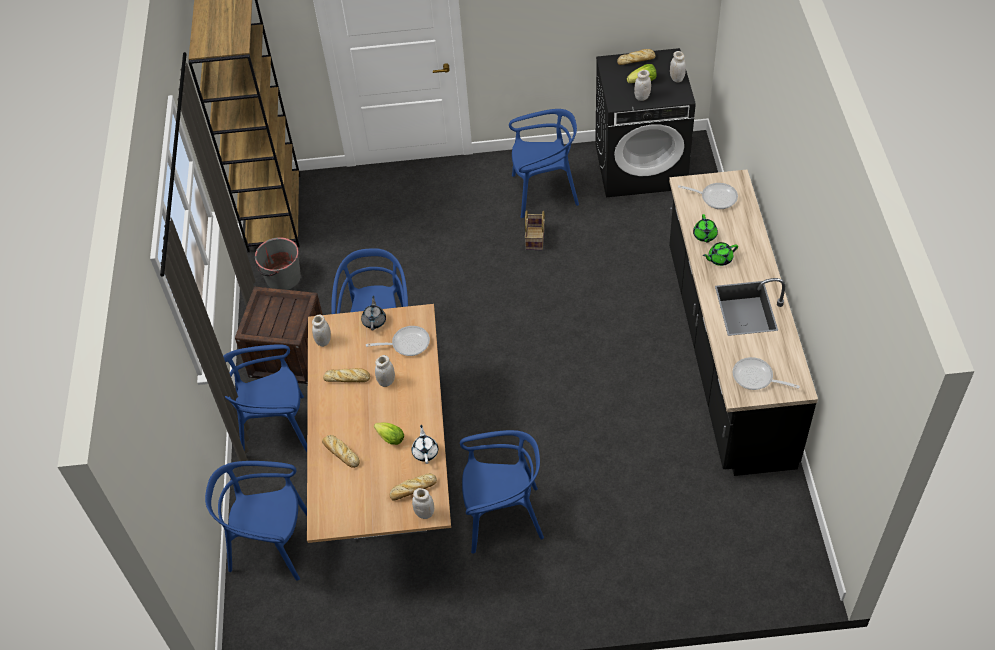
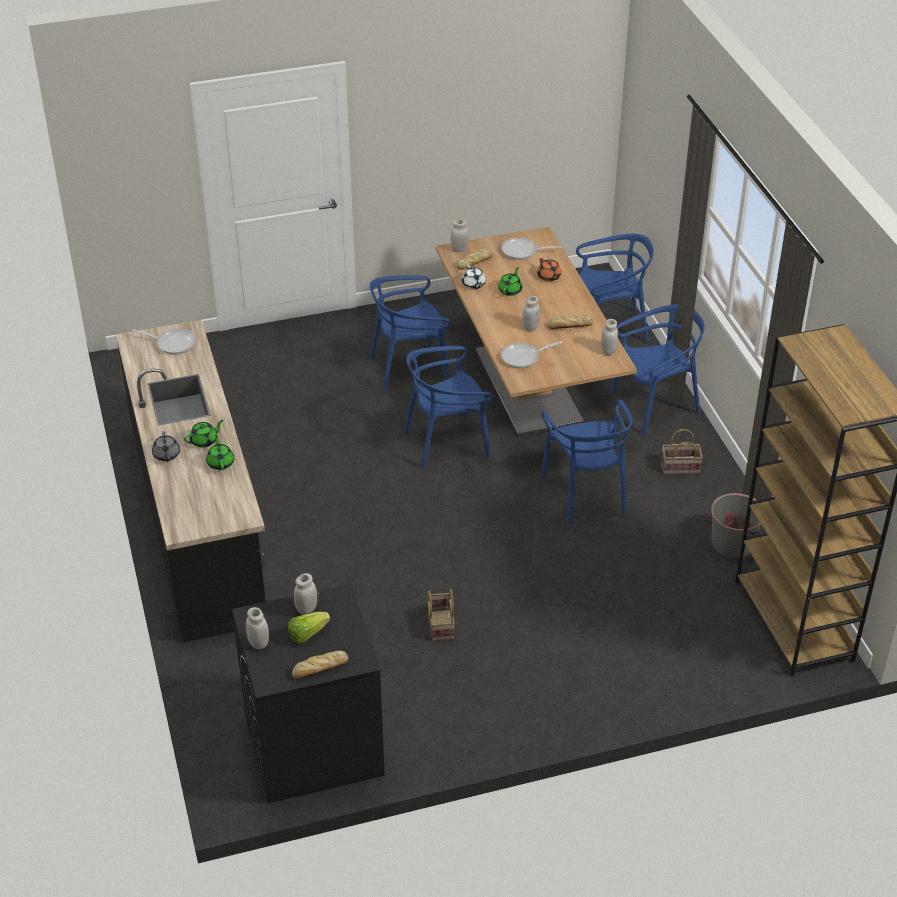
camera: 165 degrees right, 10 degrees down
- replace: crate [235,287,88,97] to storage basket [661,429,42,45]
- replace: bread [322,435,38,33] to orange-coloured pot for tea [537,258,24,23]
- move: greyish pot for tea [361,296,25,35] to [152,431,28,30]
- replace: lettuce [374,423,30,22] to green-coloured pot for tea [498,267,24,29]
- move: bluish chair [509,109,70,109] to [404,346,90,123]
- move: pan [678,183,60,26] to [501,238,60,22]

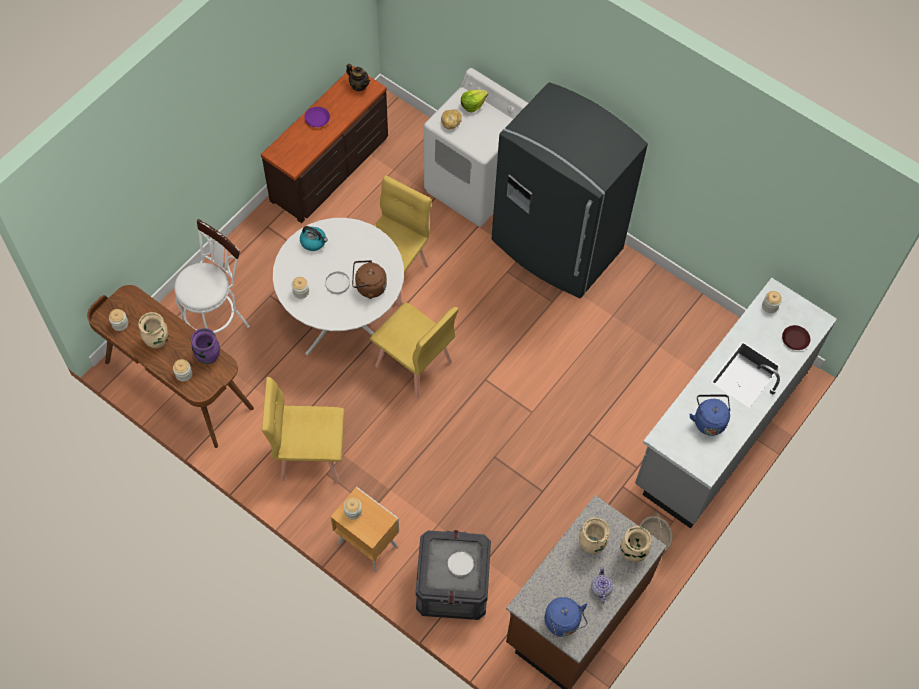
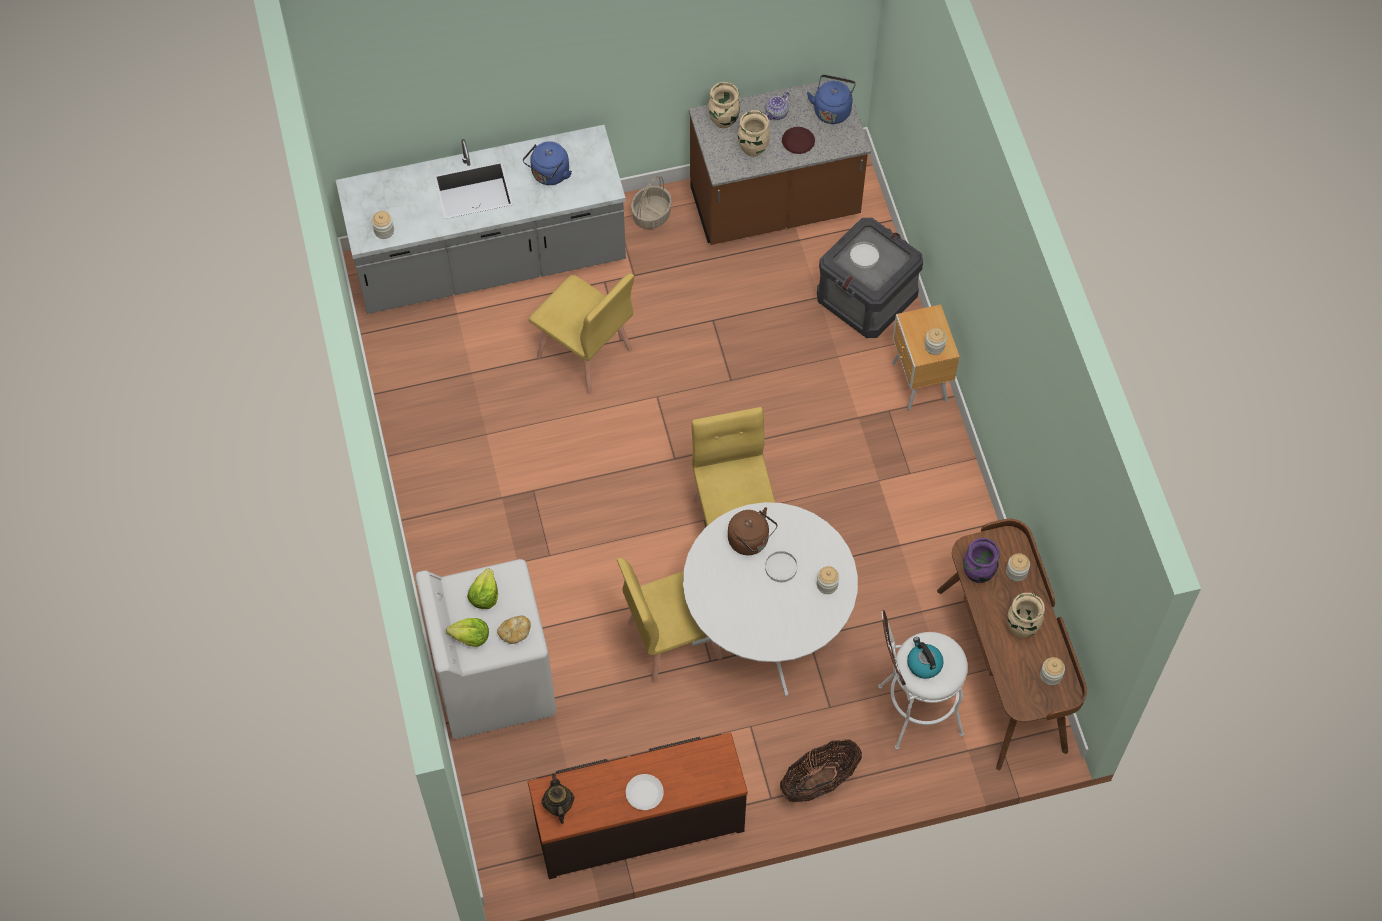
camera: 140 degrees left, 0 degrees up
- move: yellow chair [262,377,83,106] to [529,273,105,121]
- move: tea kettle [300,226,28,25] to [907,637,37,42]
- recolor: purplish dinner plate [304,107,26,20] to white-coloured dinner plate [626,774,38,36]
- delete: greyish refrigerator [492,82,156,216]
- move: brownish dinner plate [782,325,28,25] to [782,127,33,27]
- insert: lettuce [467,569,31,40]
- insert: storage basket [780,740,82,62]

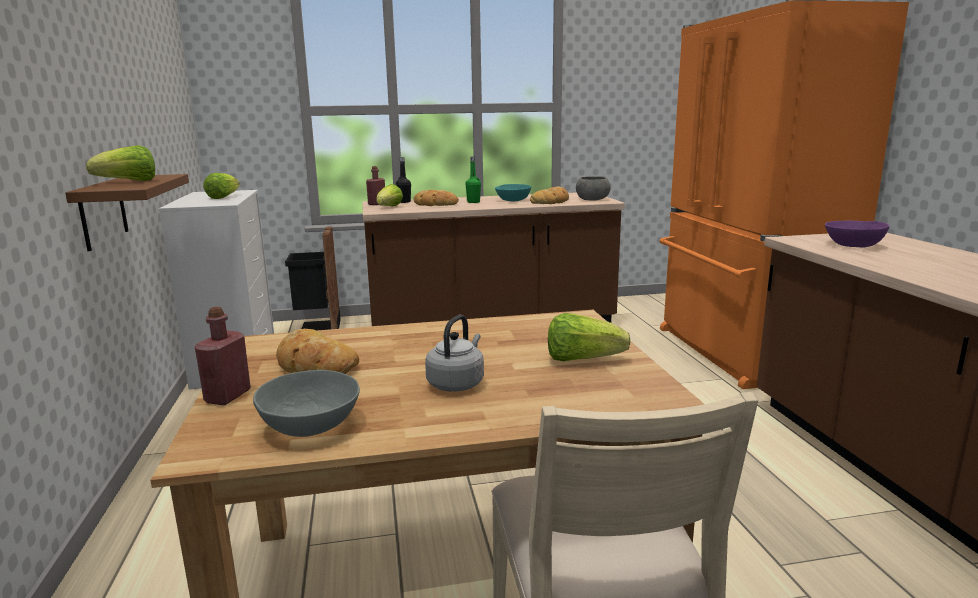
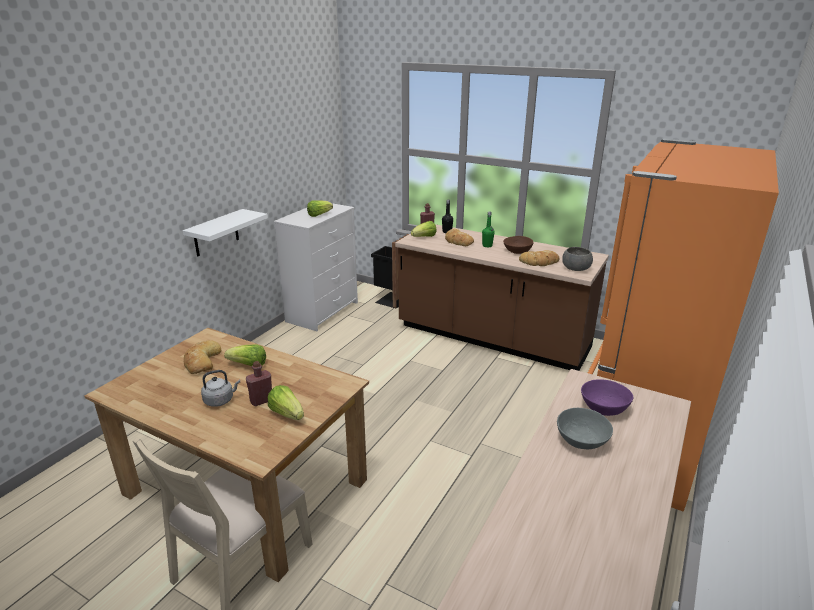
camera: 40 degrees right, 10 degrees up
- recolor: brownish bracket shelf [65,174,124,77] to white-coloured bracket shelf [183,209,85,48]
- move: lettuce [86,145,69,36] to [224,344,42,22]
- move: red beverage bottle [195,307,56,98] to [246,361,26,45]
- move: greyish bowl [253,370,107,67] to [557,408,56,41]
- recolor: turquoise bowl [495,184,36,17] to brownish bowl [503,236,31,18]

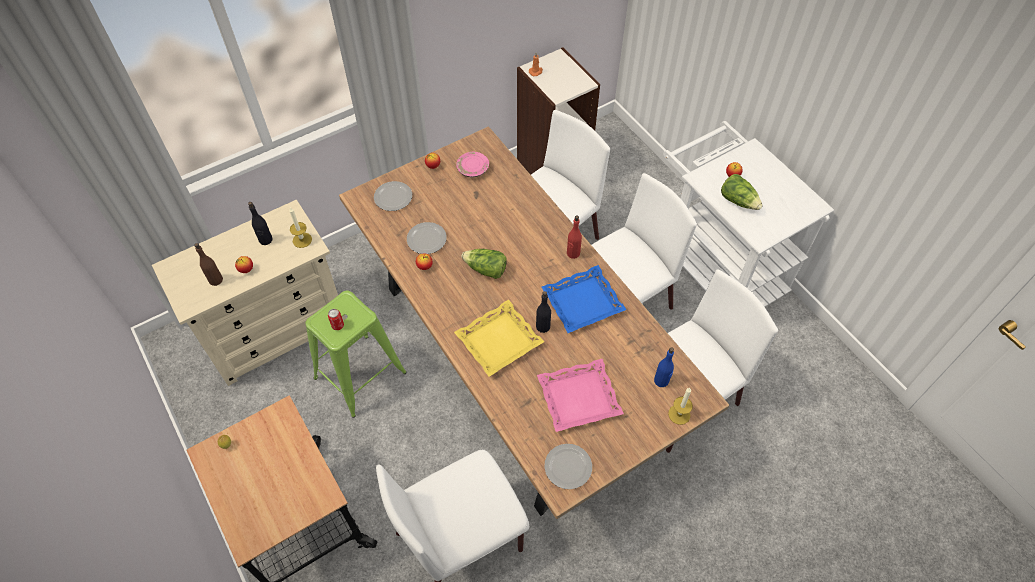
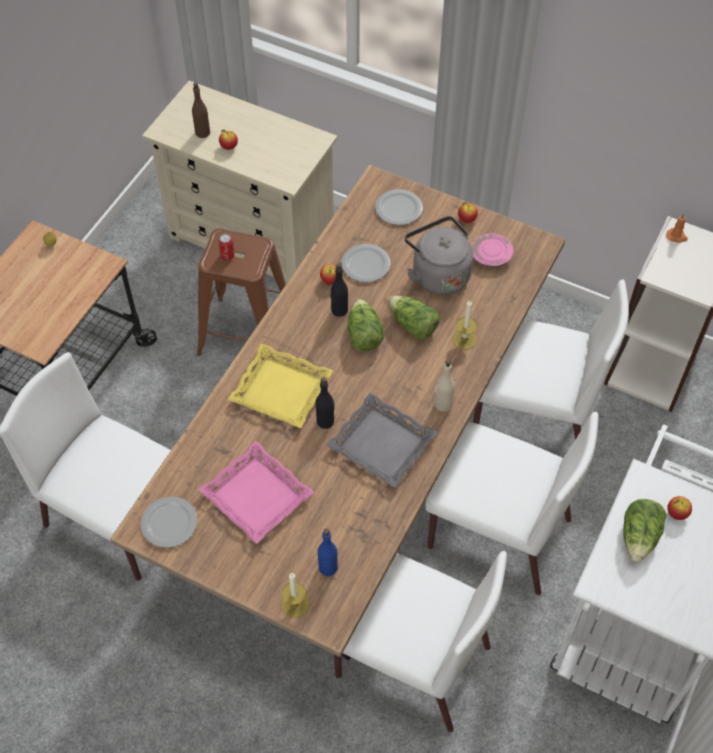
camera: 60 degrees right, 0 degrees up
- move: blackish beverage bottle [248,202,24,43] to [330,263,18,54]
- move: candle [289,207,23,41] to [452,300,25,50]
- recolor: green-coloured stool seat [306,291,101,127] to brownish stool seat [197,228,89,128]
- recolor: bluish tray [542,265,85,68] to greyish tray [326,393,112,95]
- recolor: red beverage bottle [567,216,15,43] to beige-coloured beverage bottle [435,360,20,51]
- insert: lettuce [389,296,50,43]
- insert: greyish tea kettle [405,216,68,79]

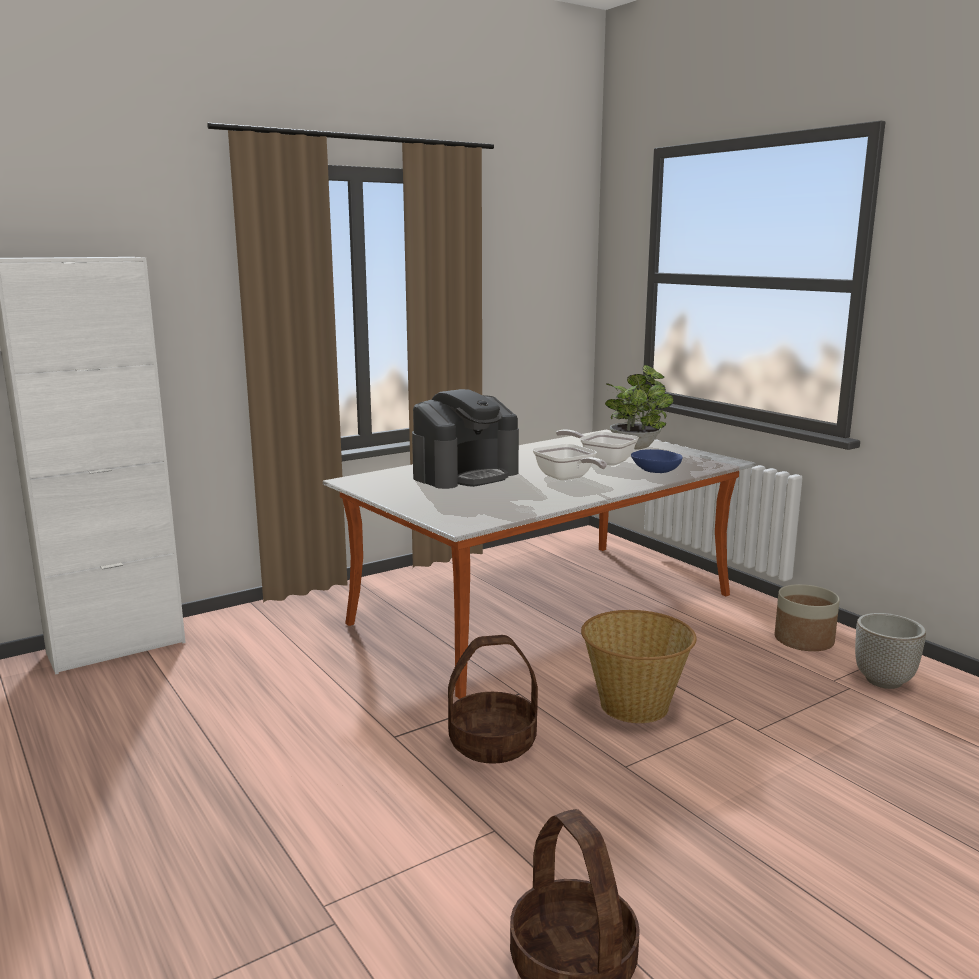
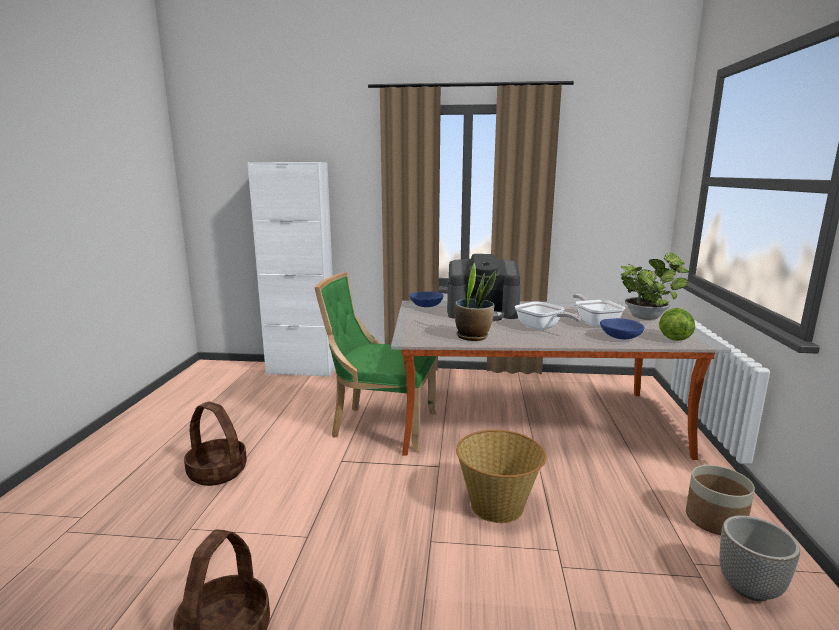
camera: 40 degrees right, 0 degrees up
- move: storage basket [448,635,90,129] to [184,402,63,84]
- rotate: pan [533,444,74,36] = [515,301,66,29] 45 degrees counterclockwise
- insert: green-coloured chair [314,272,122,181]
- insert: bluish bowl [409,292,34,15]
- insert: potted plant [455,263,41,78]
- insert: lettuce [659,308,36,33]

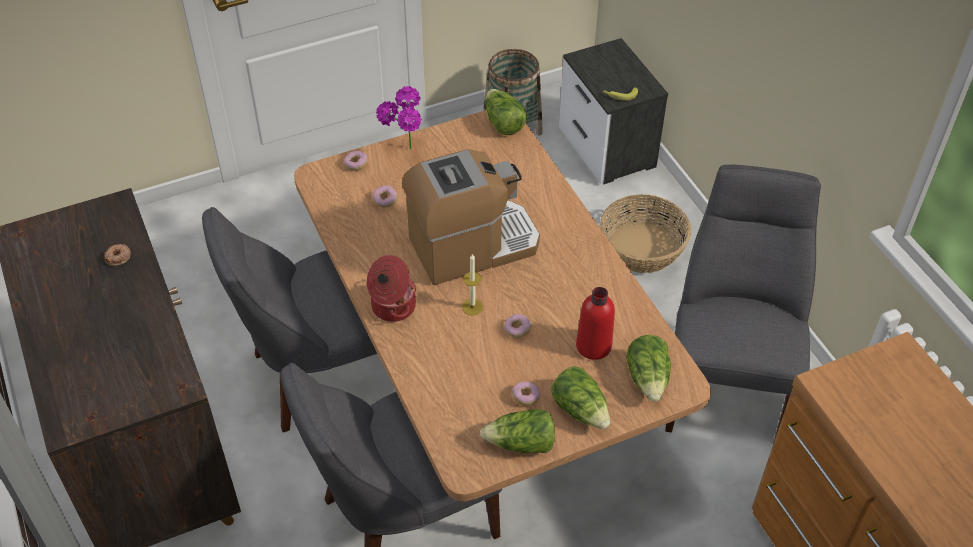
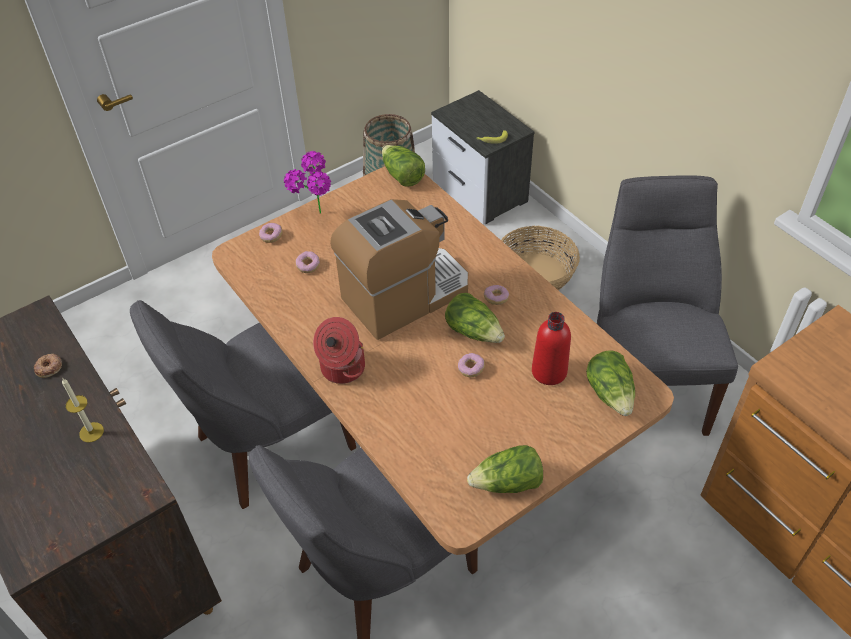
camera: 10 degrees left, 0 degrees up
- move: candle [462,254,21,62] to [62,378,42,64]
- move: donut [512,382,28,24] to [484,285,25,20]
- move: lettuce [552,366,58,63] to [445,293,60,50]

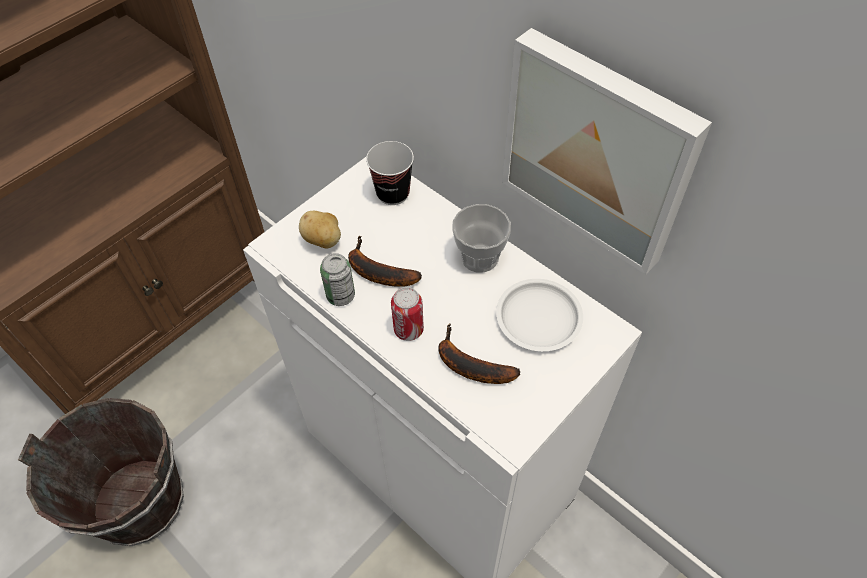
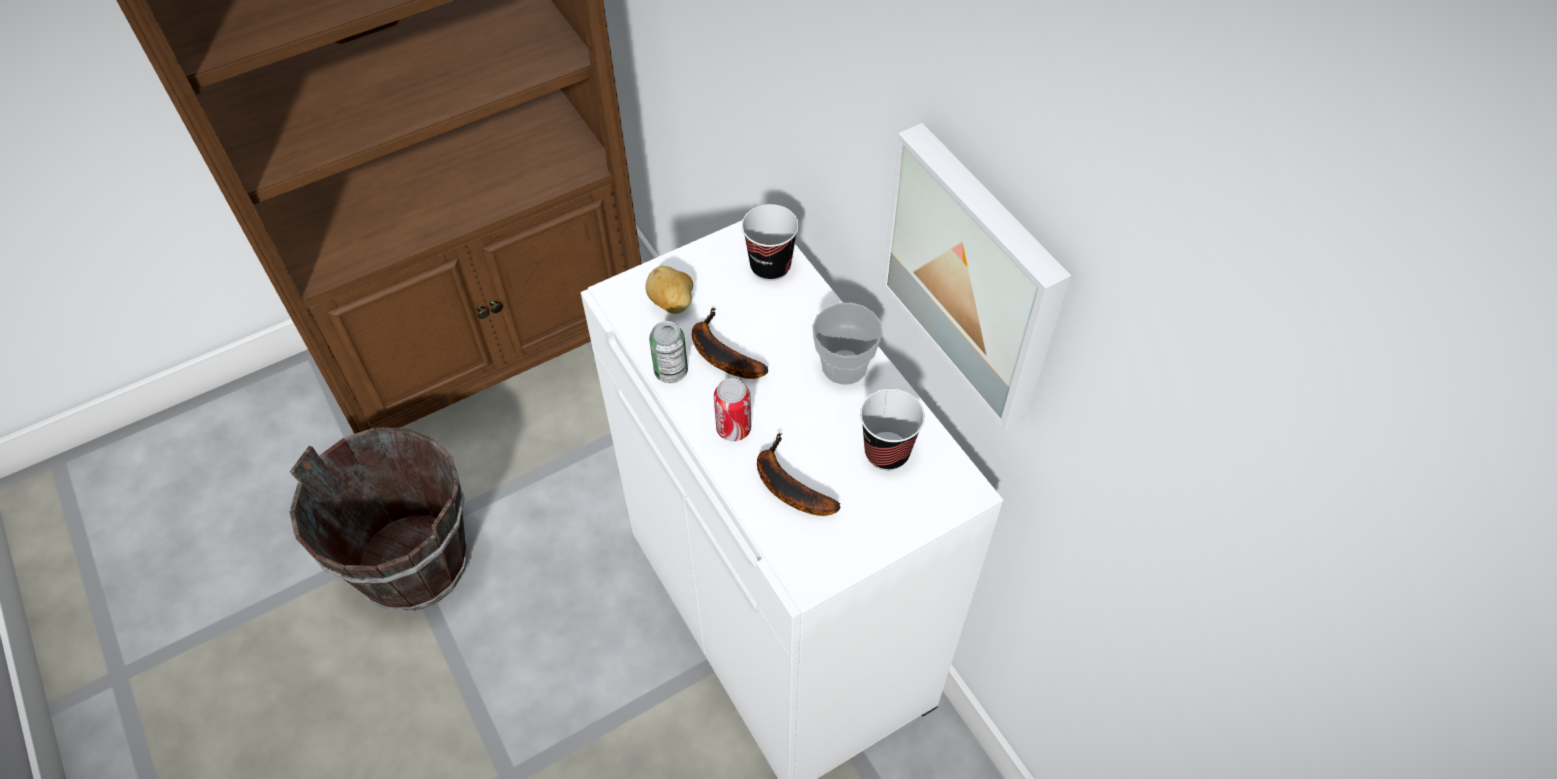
camera: 15 degrees right, 0 degrees up
- replace: white-coloured dinner plate [496,279,87,72] to small cup [860,389,65,81]

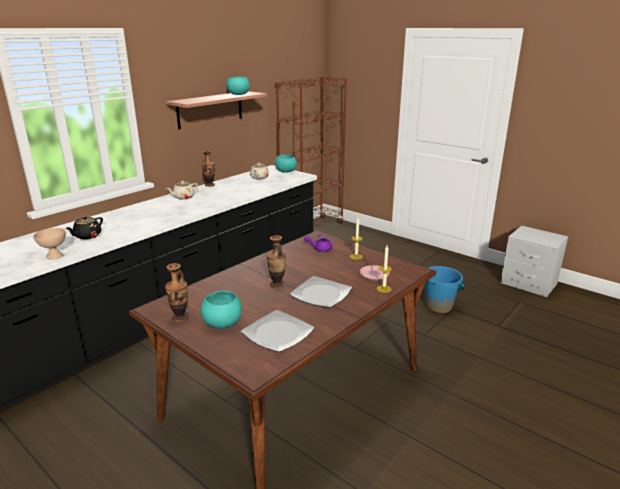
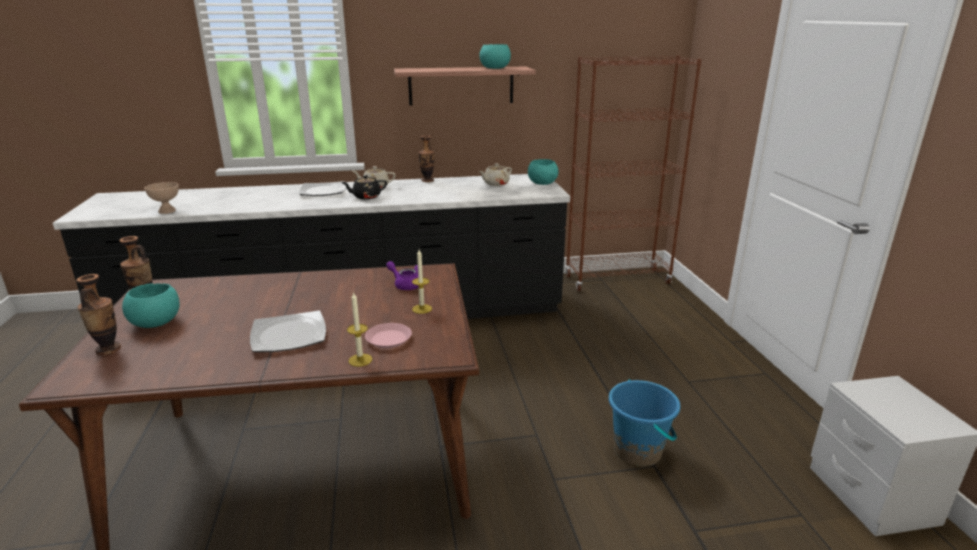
camera: 40 degrees right, 0 degrees up
- move: blackish pot for tea [65,216,38,23] to [341,175,46,24]
- move: dinner plate [241,310,74,42] to [299,181,47,15]
- move: flower vase [267,235,19,53] to [76,274,45,81]

